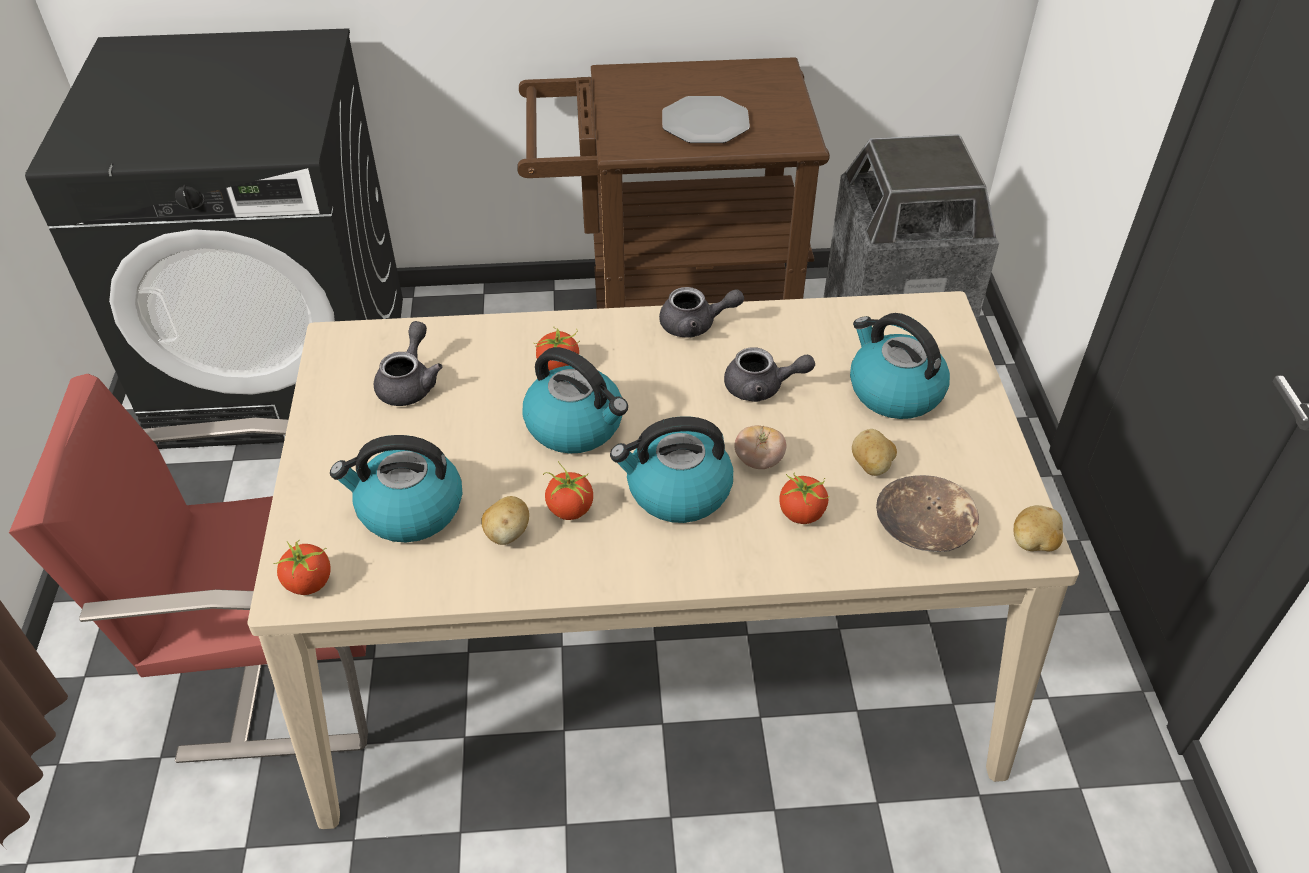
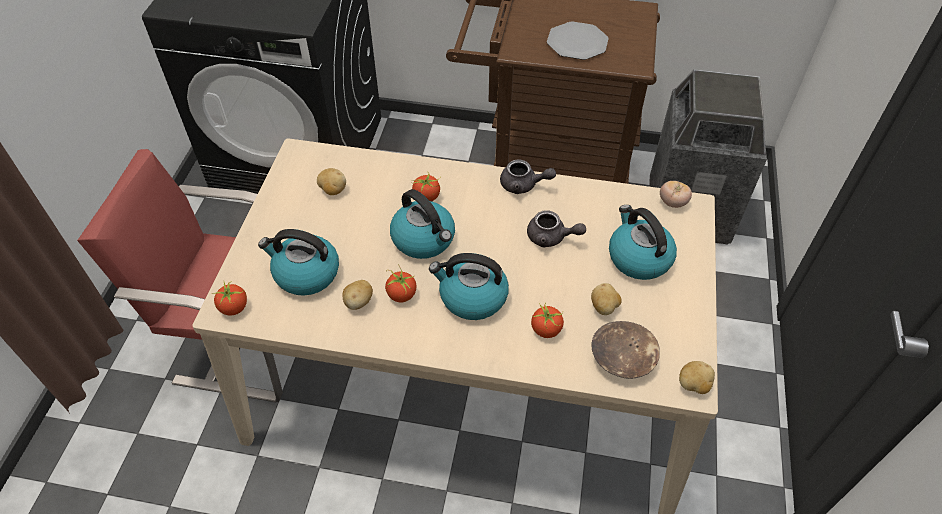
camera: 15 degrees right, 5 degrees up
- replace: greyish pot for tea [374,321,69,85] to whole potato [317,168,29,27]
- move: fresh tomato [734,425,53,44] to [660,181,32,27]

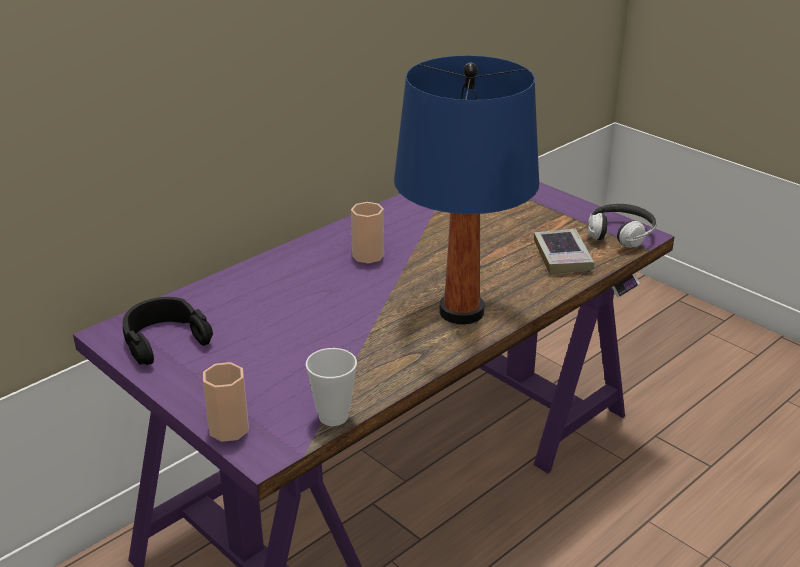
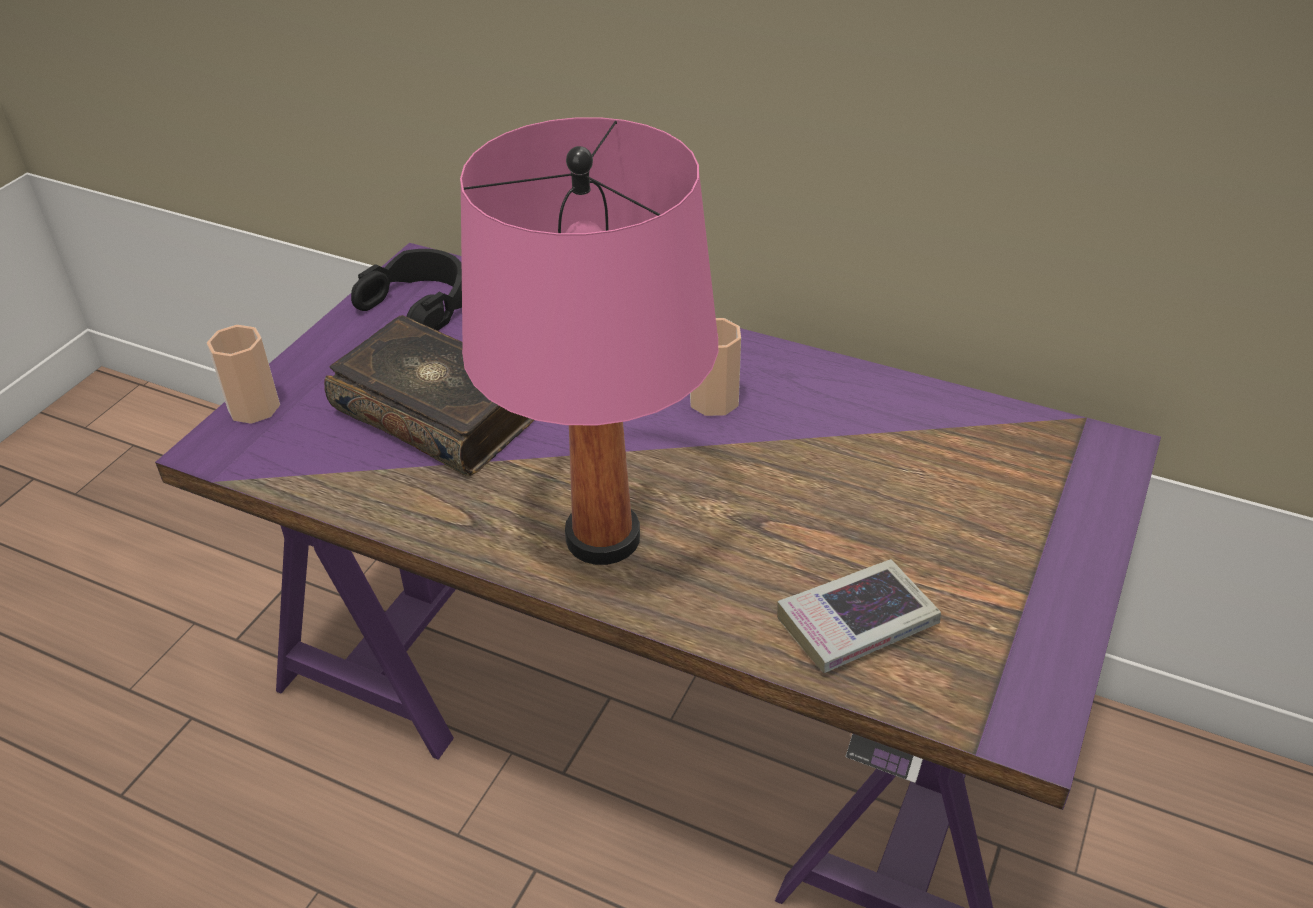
camera: 70 degrees right, 10 degrees up
- delete: small cup [305,348,52,78]
- recolor: bluish lamp for a table [394,55,145,269] to pinkish lamp for a table [460,117,258,448]
- delete: headphones [588,204,68,44]
- insert: bound book [324,315,210,161]

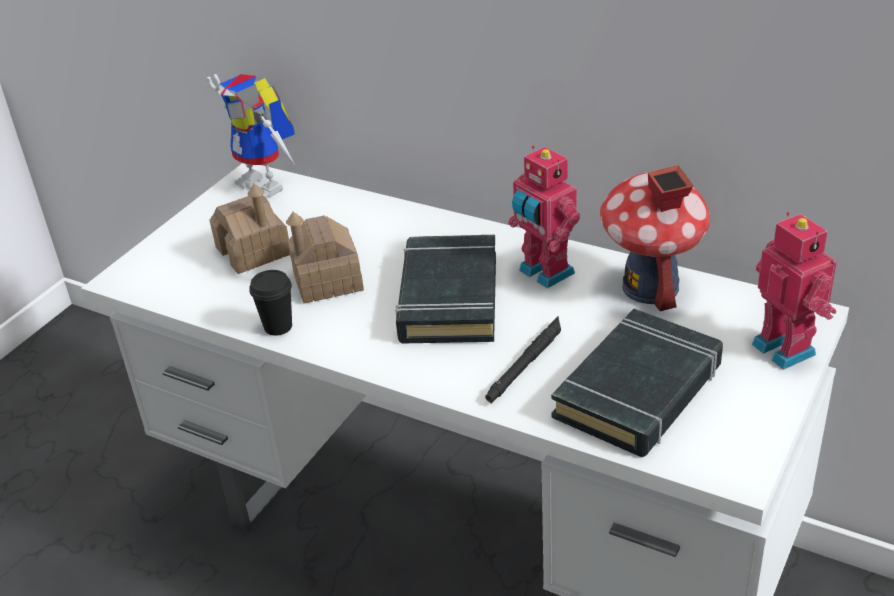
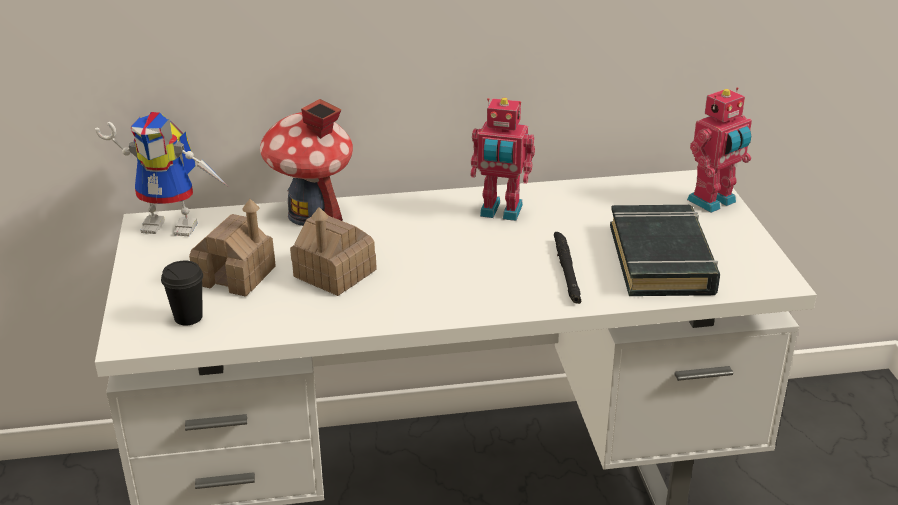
camera: 40 degrees left, 5 degrees down
- move: blackish small cup [249,270,43,66] to [161,261,42,64]
- delete: blackish bound book [395,235,101,108]
- move: model house [600,165,110,146] to [260,99,93,127]
- rotate: robot figure [752,212,85,158] = [687,87,65,126] 120 degrees clockwise

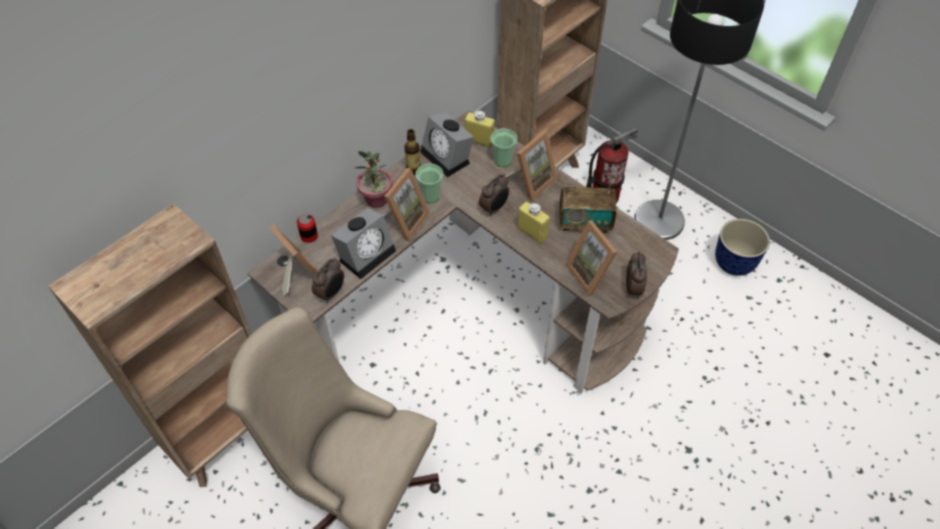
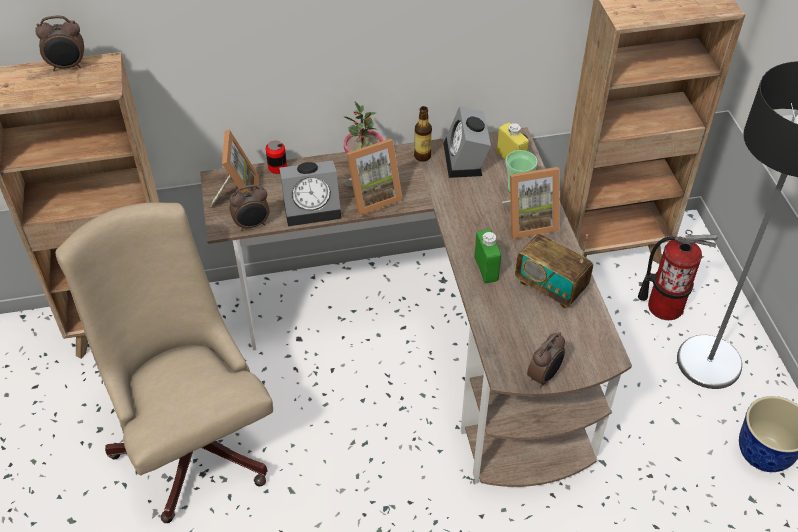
camera: 35 degrees right, 5 degrees down
- delete: small cup [415,164,28,39]
- move: alarm clock [479,174,30,42] to [36,16,48,55]
- recolor: yellow beverage bottle [517,202,33,42] to green-coloured beverage bottle [474,229,27,54]
- delete: picture frame [565,220,52,76]

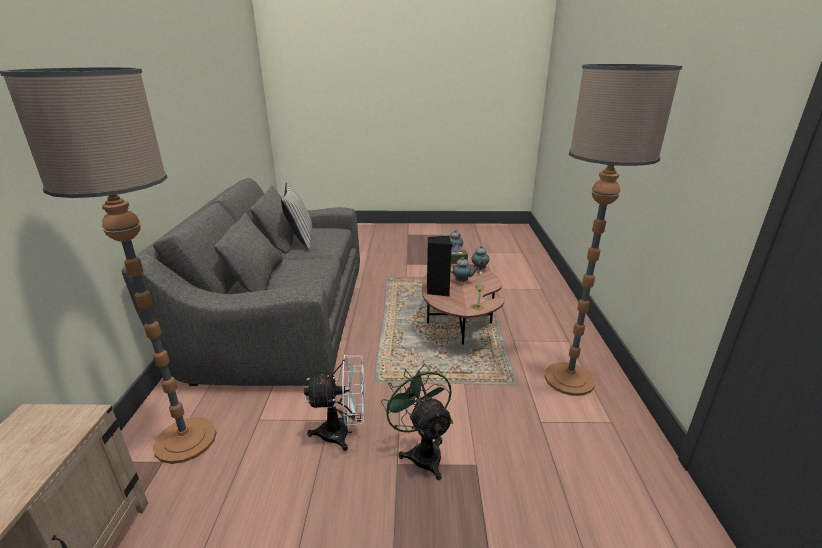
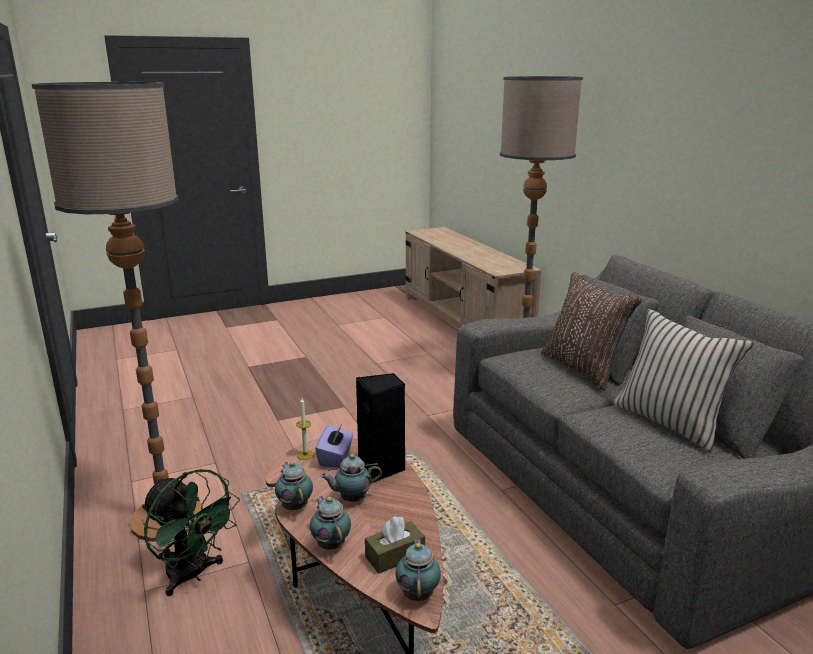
camera: 155 degrees right, 5 degrees down
- delete: white-coloured electric fan [304,354,61,97]
- move: green-coloured electric fan [381,364,72,116] to [142,469,98,127]
- insert: pot for tea [275,461,38,49]
- insert: purplish tissue holder [315,425,38,43]
- insert: brownish throw pillow [541,272,101,119]

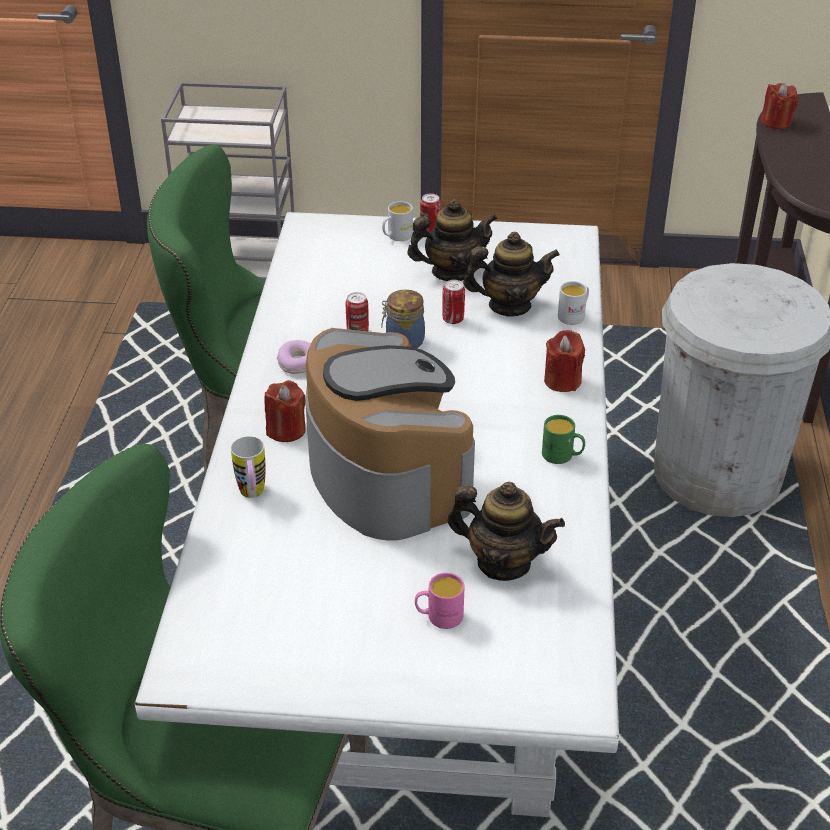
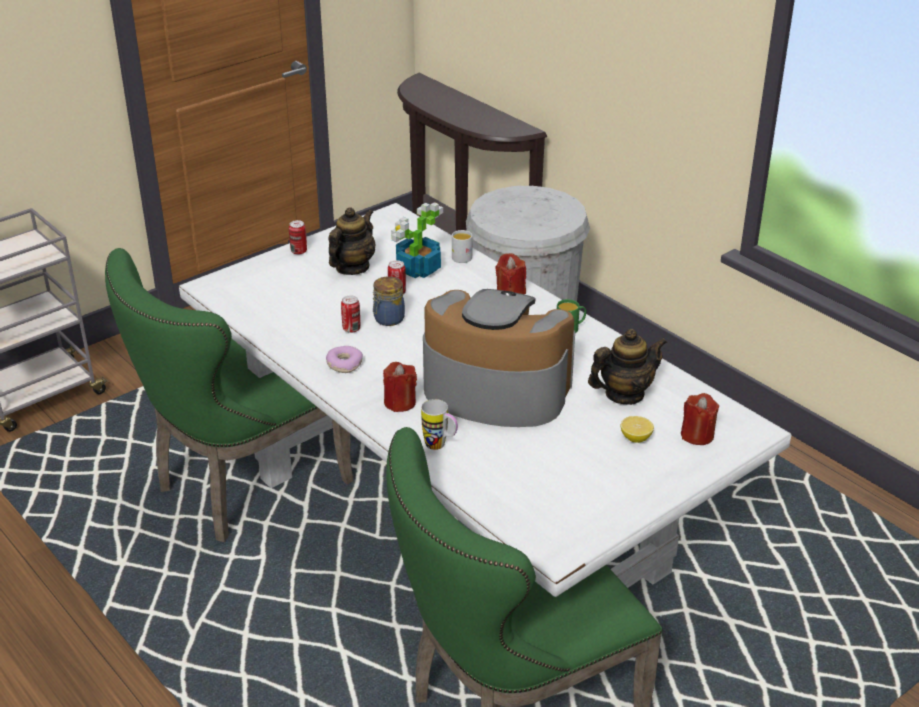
camera: 45 degrees left, 5 degrees down
- delete: white-coloured tea mug [382,201,31,40]
- replace: pinkish tea mug [415,573,50,56] to lemon [621,416,33,27]
- replace: pot for tea [463,232,97,85] to potted plant [391,202,52,76]
- move: red candle [761,83,37,46] to [681,393,38,52]

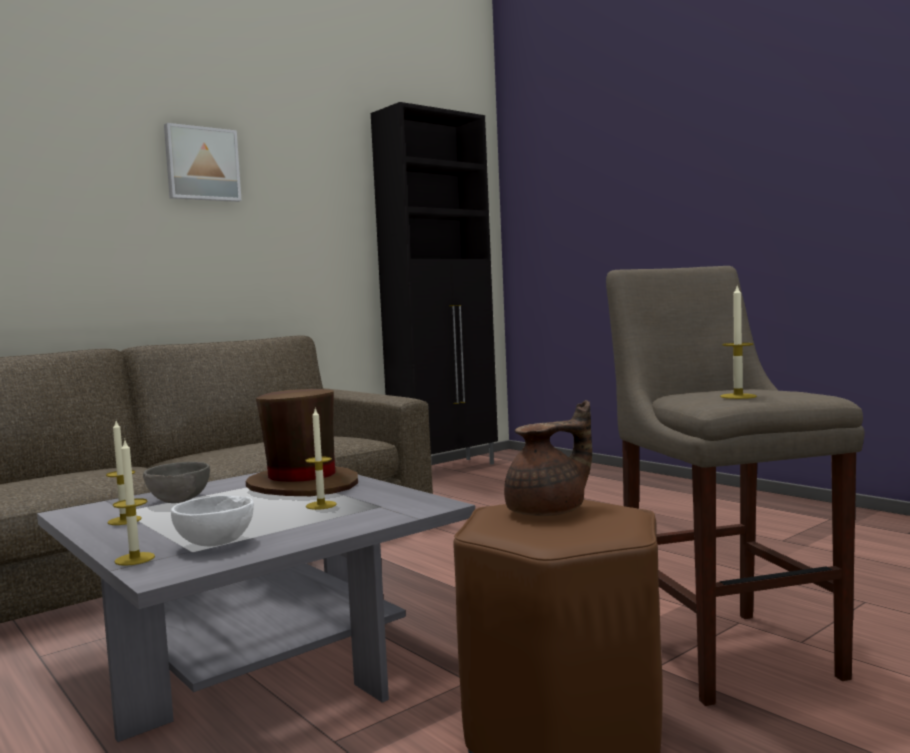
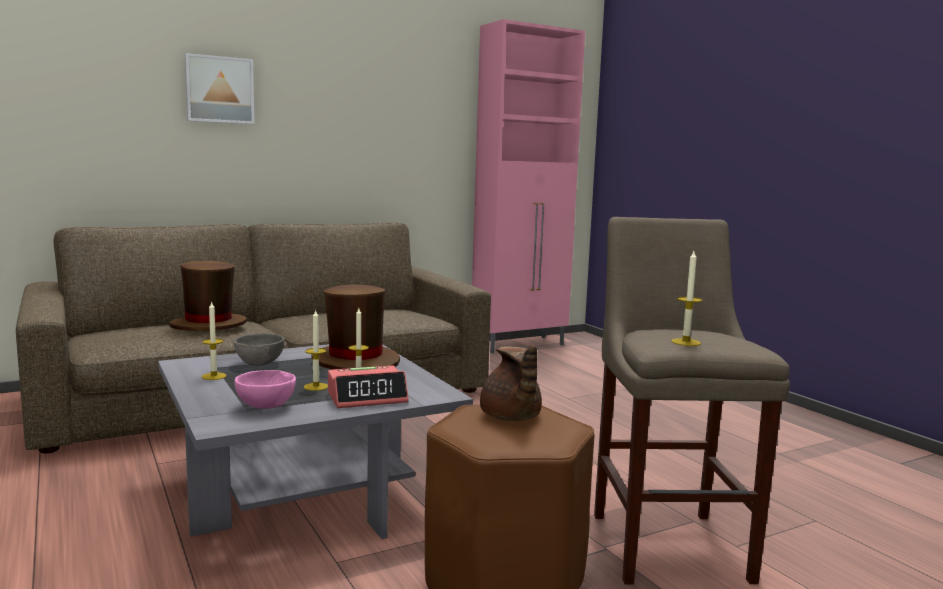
camera: 10 degrees right, 5 degrees up
- move: candle [113,440,42,126] to [304,309,24,82]
- move: wall picture [164,123,78,79] to [185,53,69,71]
- recolor: white-coloured bowl [171,495,83,51] to pinkish bowl [235,370,61,39]
- recolor: blackish cupboard [371,102,127,363] to pinkish cupboard [472,19,113,334]
- rotate: brownish pot for tea [504,400,88,116] = [480,346,62,75] 90 degrees clockwise
- insert: brownish wearable hat [169,261,78,70]
- insert: alarm clock [328,365,81,43]

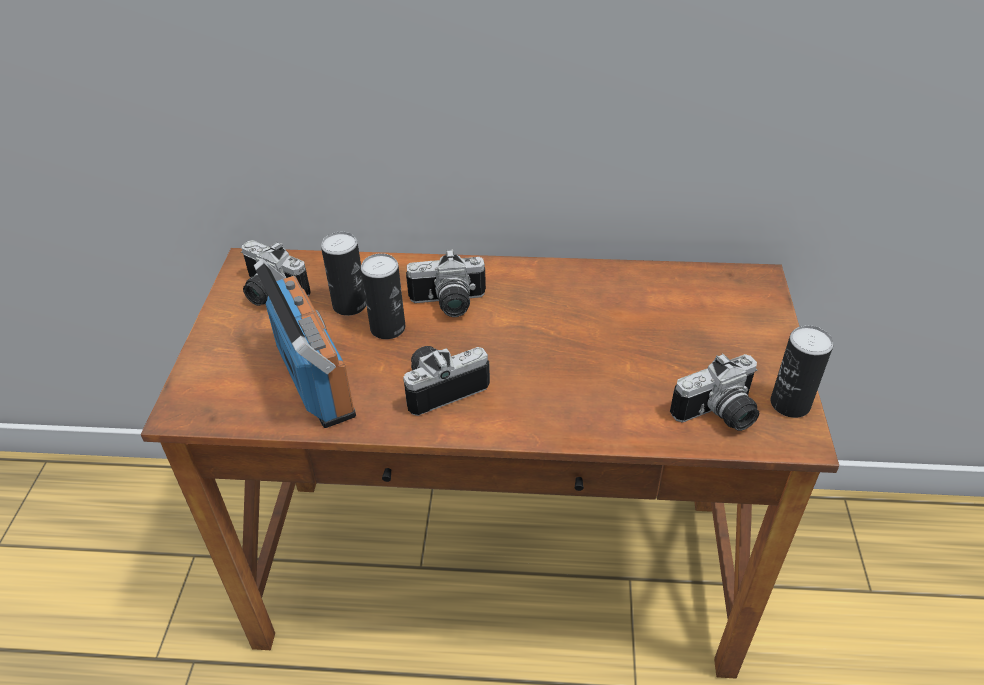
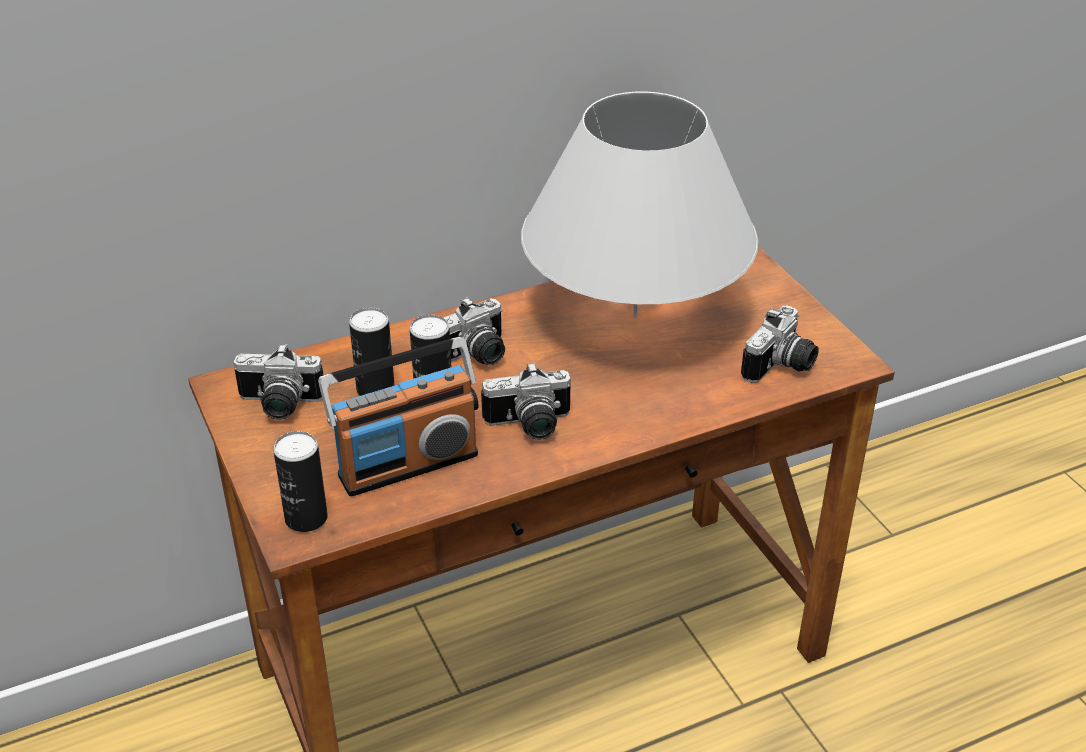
camera: 30 degrees left, 5 degrees down
- rotate: radio [254,259,102,169] = [318,337,161,159] 120 degrees clockwise
- rotate: still camera [403,346,87,70] = [481,362,90,78] 135 degrees counterclockwise
- move: can [771,325,62,93] to [273,431,55,101]
- insert: white-coloured lamp for a table [521,91,237,227]

